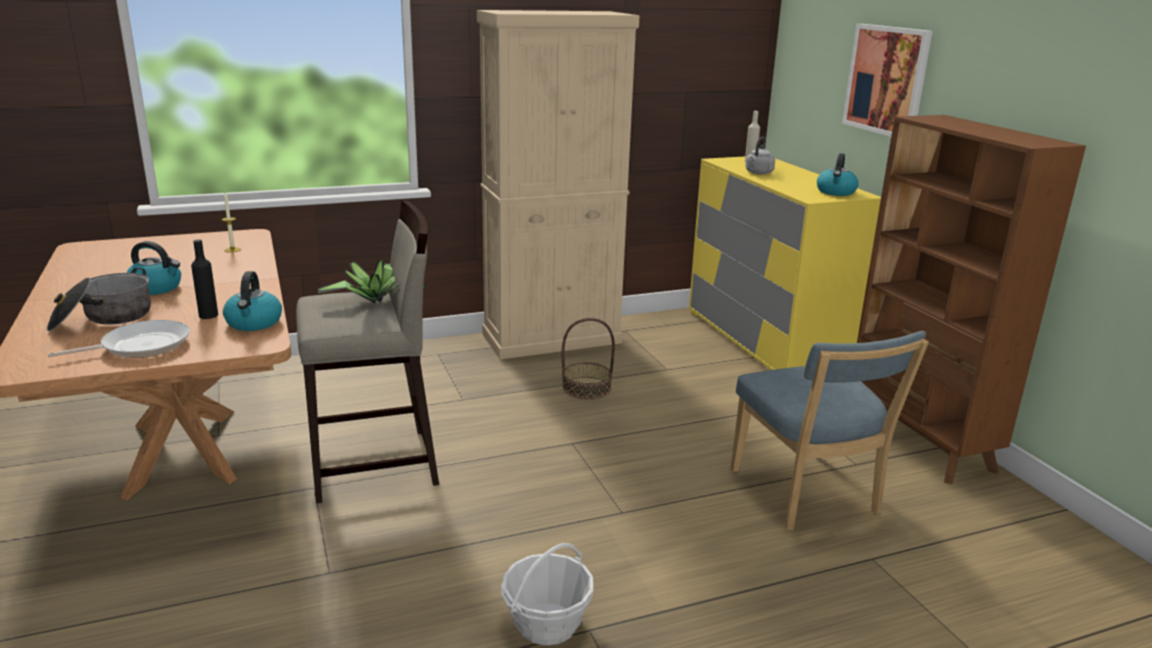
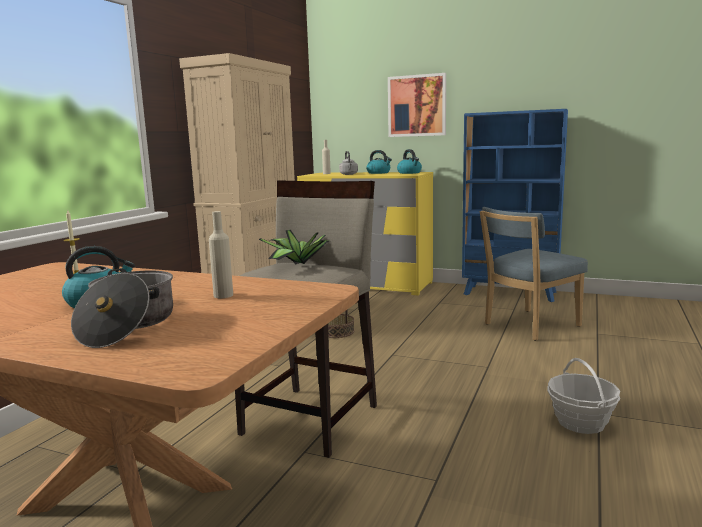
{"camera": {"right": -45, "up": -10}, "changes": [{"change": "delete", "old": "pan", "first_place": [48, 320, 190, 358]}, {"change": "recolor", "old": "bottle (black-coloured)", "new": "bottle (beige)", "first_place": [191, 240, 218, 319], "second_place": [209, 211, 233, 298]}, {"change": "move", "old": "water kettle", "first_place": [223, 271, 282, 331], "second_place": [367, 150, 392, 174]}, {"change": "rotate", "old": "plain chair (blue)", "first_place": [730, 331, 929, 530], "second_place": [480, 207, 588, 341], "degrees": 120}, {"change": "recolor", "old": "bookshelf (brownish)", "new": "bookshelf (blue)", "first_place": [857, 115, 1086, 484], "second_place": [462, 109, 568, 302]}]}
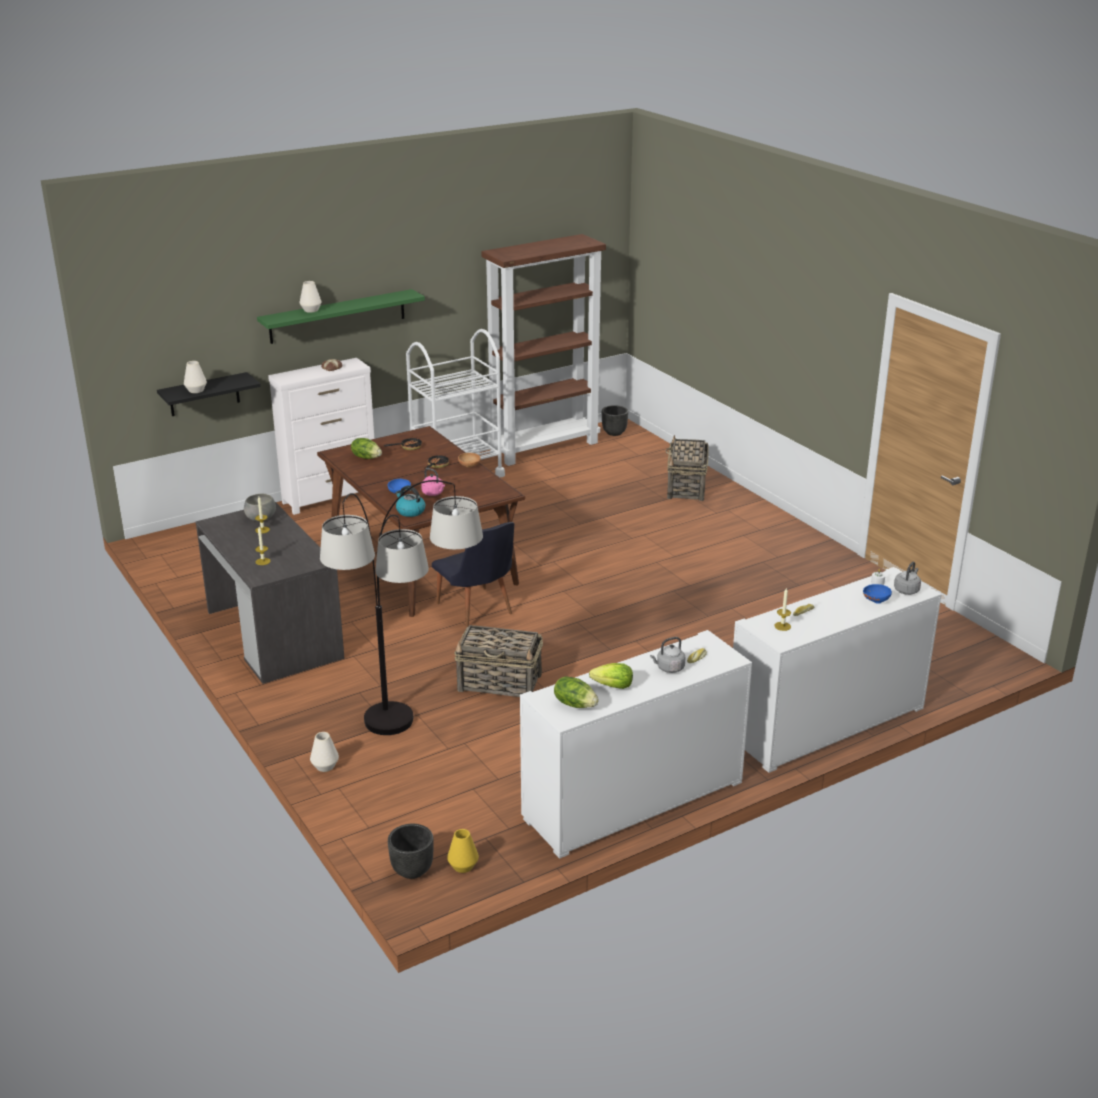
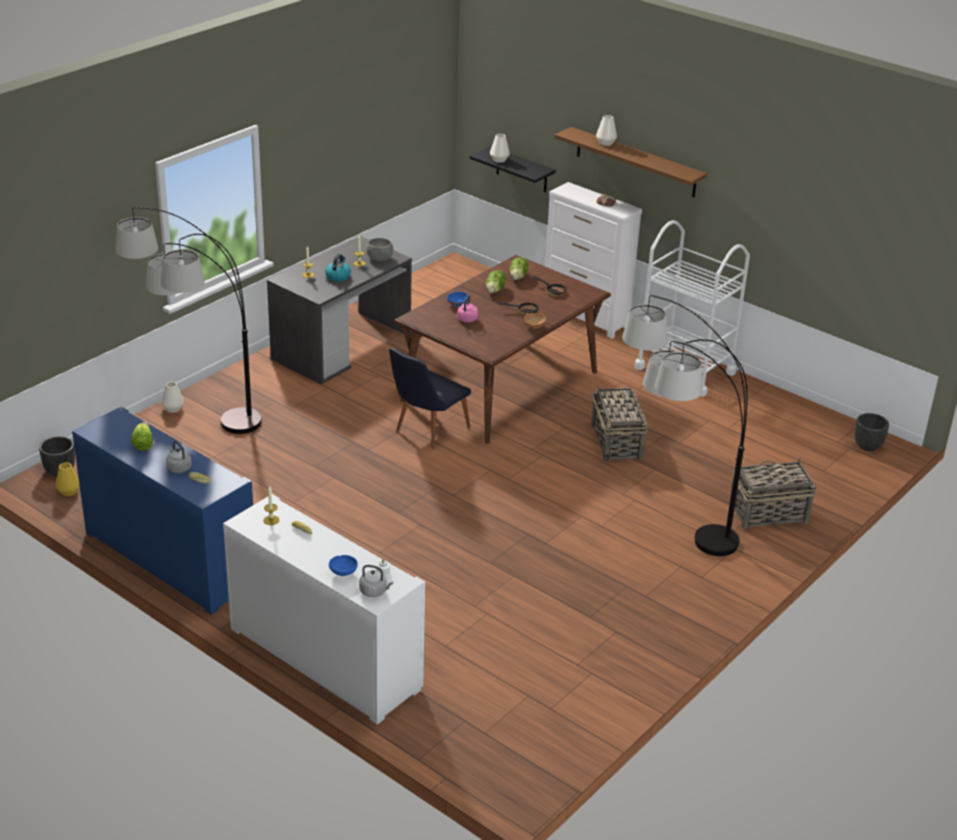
{"camera": {"right": 70, "up": 5}, "changes": [{"change": "recolor", "old": "bracket shelf (green)", "new": "bracket shelf (brownish)", "first_place": [257, 289, 425, 344], "second_place": [555, 127, 707, 197]}, {"change": "move", "old": "water kettle", "first_place": [395, 486, 425, 517], "second_place": [325, 254, 351, 282]}, {"change": "move", "old": "household basket", "first_place": [454, 625, 543, 697], "second_place": [591, 386, 648, 462]}, {"change": "delete", "old": "bookshelf (brownish)", "first_place": [481, 234, 606, 466]}, {"change": "recolor", "old": "cabinet (white)", "new": "cabinet (blue)", "first_place": [520, 630, 752, 859], "second_place": [72, 407, 253, 615]}, {"change": "move", "old": "head of lettuce", "first_place": [554, 676, 599, 708], "second_place": [486, 270, 506, 293]}, {"change": "insert", "new": "standing lamp", "second_place": [622, 295, 747, 556]}]}
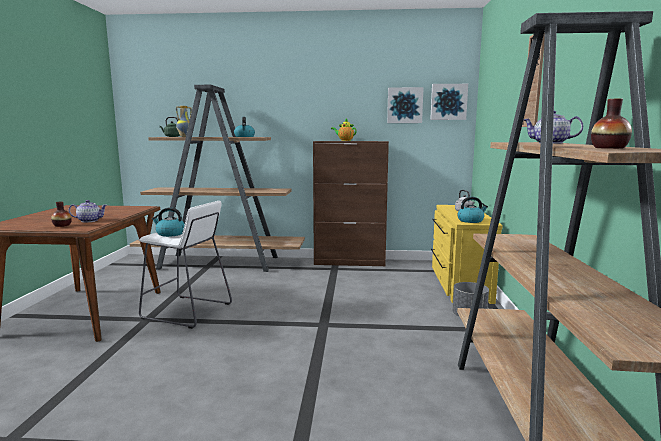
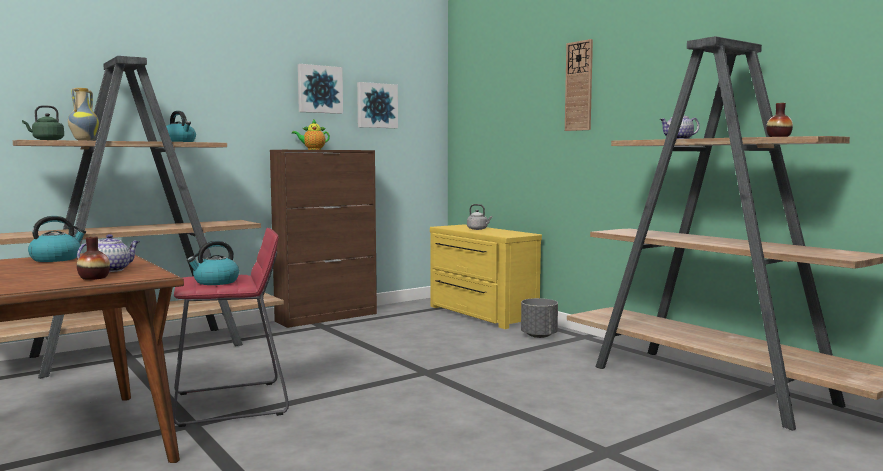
{"camera": {"right": -40, "up": -5}, "changes": [{"change": "recolor", "old": "sitting stool (white)", "new": "sitting stool (red-coloured)", "first_place": [139, 201, 232, 329], "second_place": [173, 228, 289, 427]}, {"change": "move", "old": "picture", "first_place": [430, 84, 468, 120], "second_place": [298, 64, 343, 114]}, {"change": "move", "old": "water kettle", "first_place": [457, 197, 488, 223], "second_place": [28, 216, 86, 262]}]}
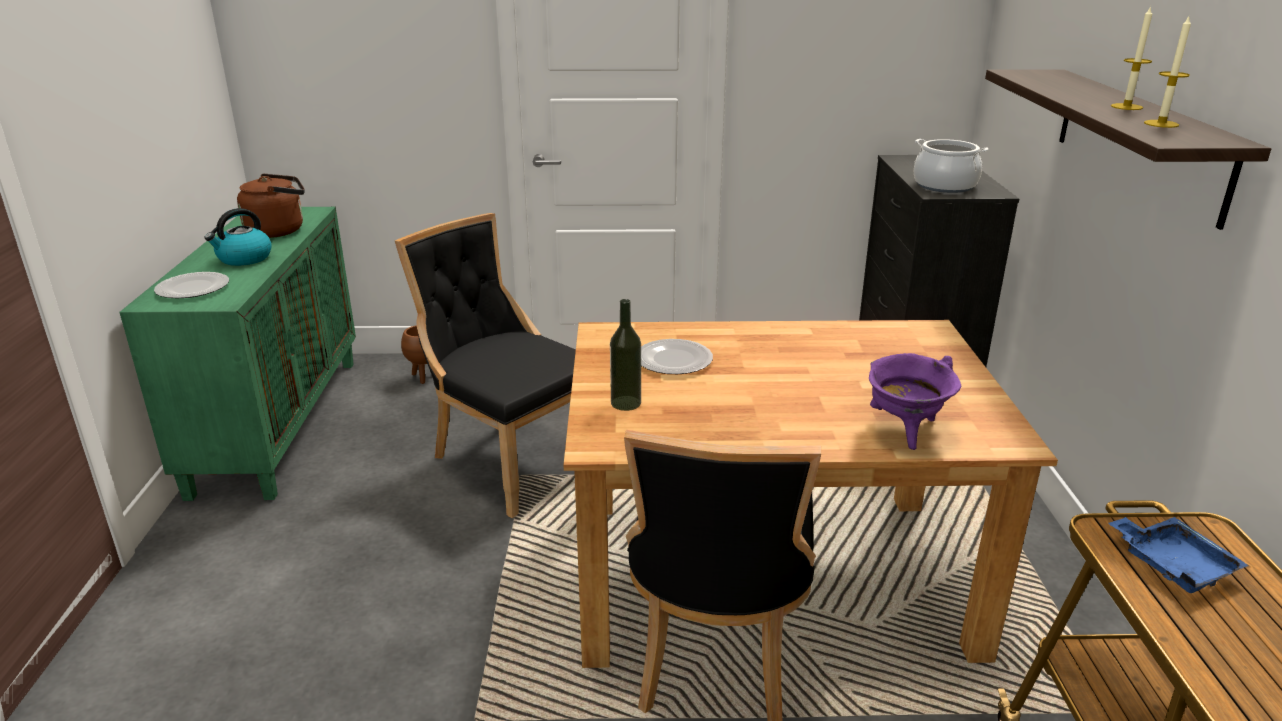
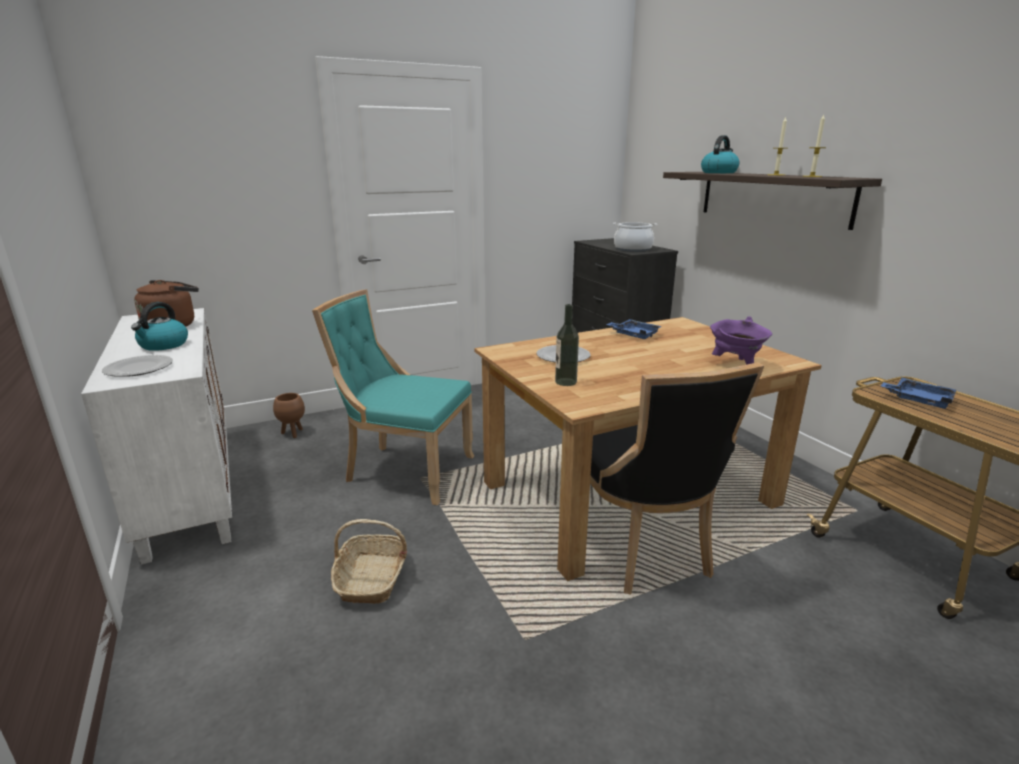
{"camera": {"right": -25, "up": -5}, "changes": [{"change": "recolor", "old": "cabinet (green)", "new": "cabinet (white)", "first_place": [119, 207, 356, 501], "second_place": [81, 308, 232, 565]}, {"change": "recolor", "old": "plain chair (black-coloured)", "new": "plain chair (turquoise)", "first_place": [395, 213, 576, 518], "second_place": [312, 289, 474, 505]}, {"change": "insert", "new": "household basket", "second_place": [331, 519, 407, 604]}, {"change": "insert", "new": "serving tray (blue)", "second_place": [606, 319, 662, 339]}, {"change": "insert", "new": "water kettle", "second_place": [701, 135, 740, 173]}]}
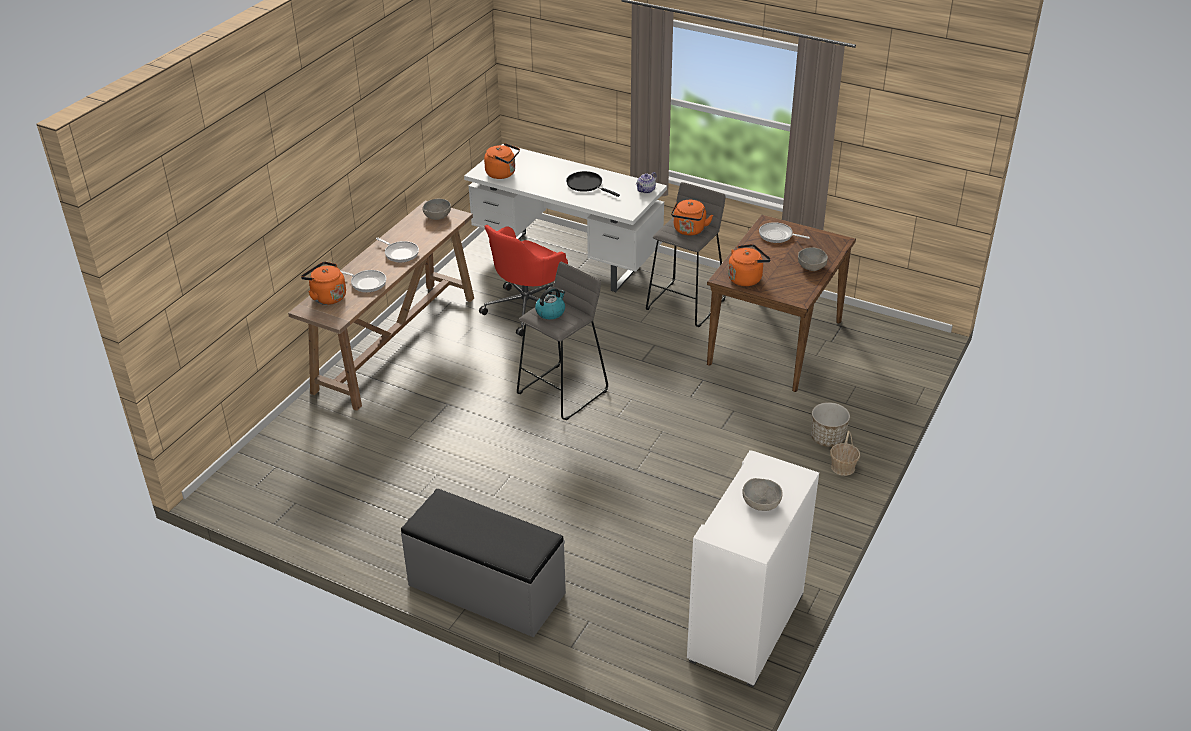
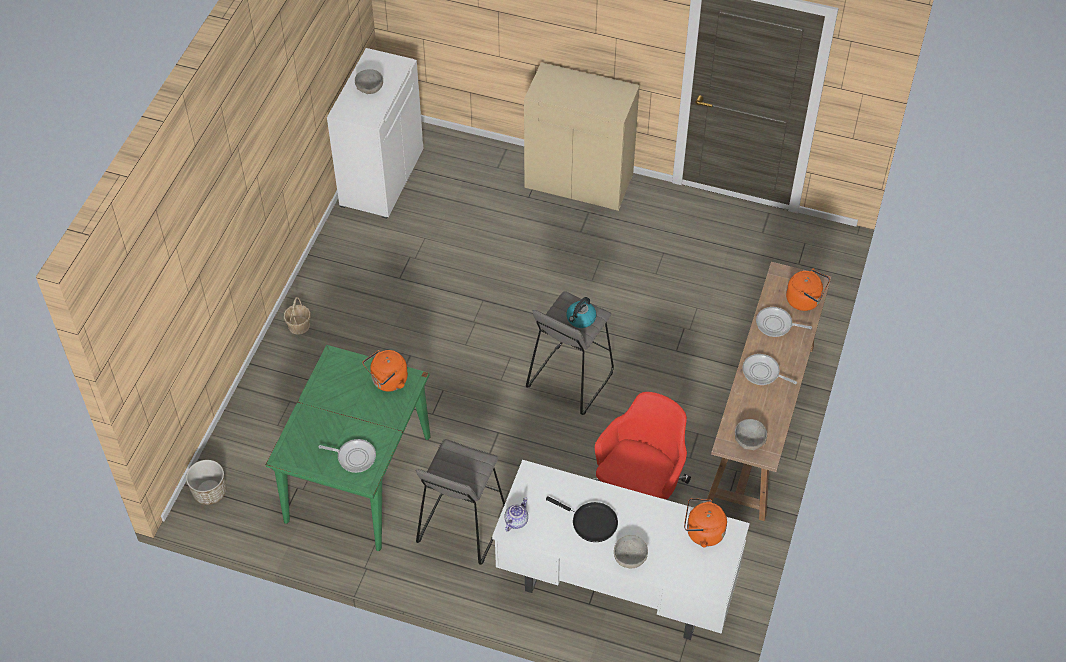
{"camera": {"right": 170, "up": 15}, "changes": [{"change": "replace", "old": "bench (grey)", "new": "cabinet (beige)", "first_place": [401, 489, 566, 637], "second_place": [524, 63, 640, 211]}, {"change": "delete", "old": "water kettle (orange)", "first_place": [671, 200, 713, 235]}, {"change": "recolor", "old": "dining table (brownish)", "new": "dining table (green)", "first_place": [707, 215, 856, 392], "second_place": [266, 345, 430, 551]}, {"change": "move", "old": "deep dish (grey)", "first_place": [798, 247, 828, 271], "second_place": [614, 535, 648, 568]}, {"change": "move", "old": "plant pot", "first_place": [811, 402, 850, 447], "second_place": [186, 460, 226, 505]}]}
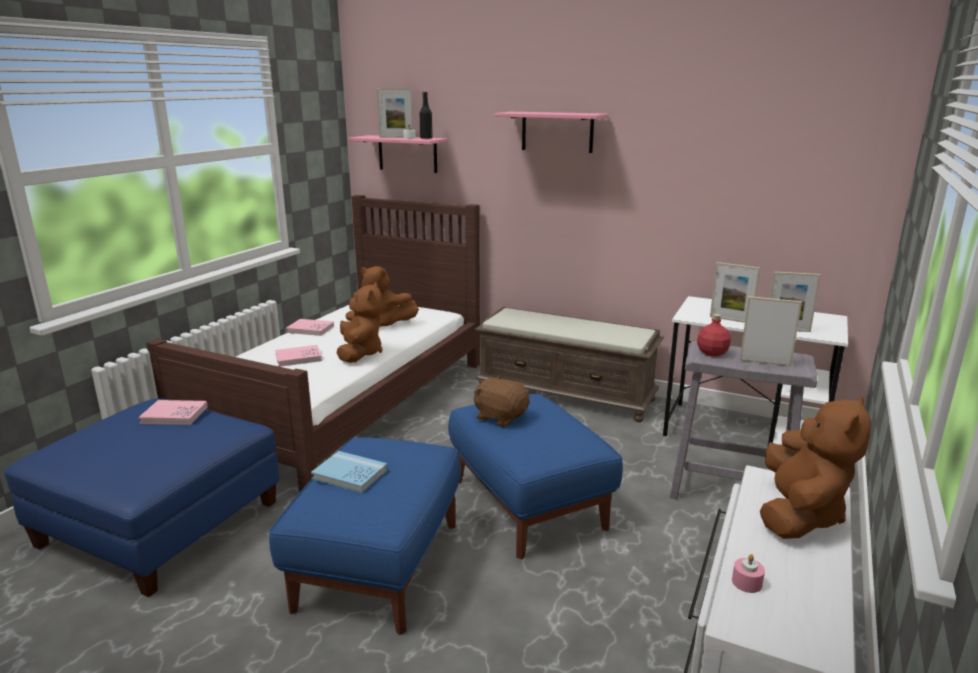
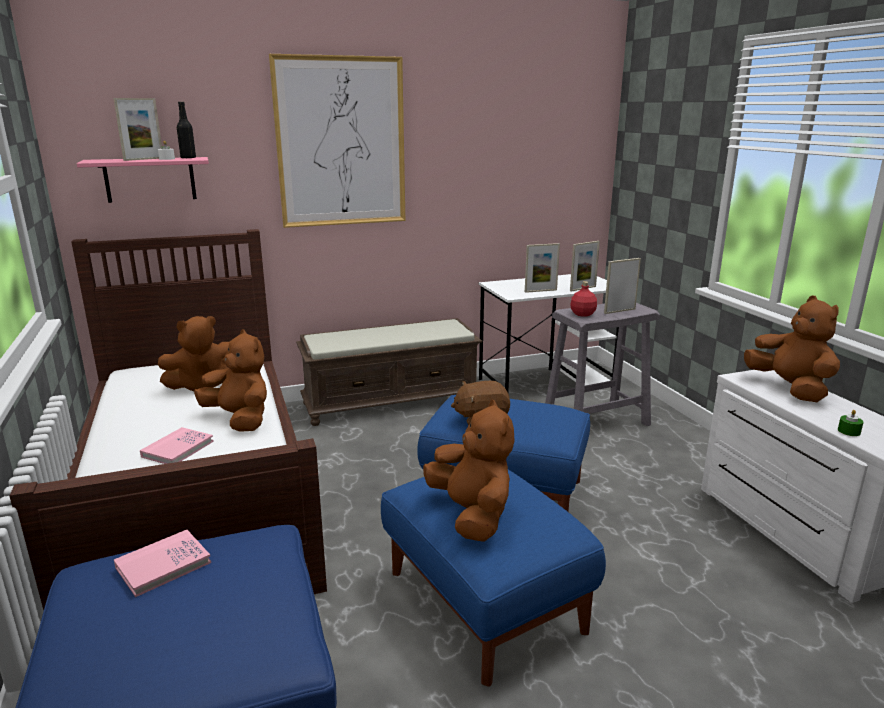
{"camera": {"right": -45, "up": 0}, "changes": [{"change": "delete", "old": "volume (pink-coloured)", "first_place": [286, 319, 334, 336]}, {"change": "replace", "old": "volume (blue)", "new": "soft toy (brownish)", "first_place": [311, 451, 388, 493], "second_place": [423, 400, 515, 542]}, {"change": "replace", "old": "bracket shelf (pink-coloured)", "new": "picture", "first_place": [494, 112, 608, 153], "second_place": [269, 54, 405, 228]}, {"change": "recolor", "old": "candle (pink-coloured)", "new": "candle (green)", "first_place": [732, 554, 765, 593], "second_place": [838, 410, 864, 436]}]}
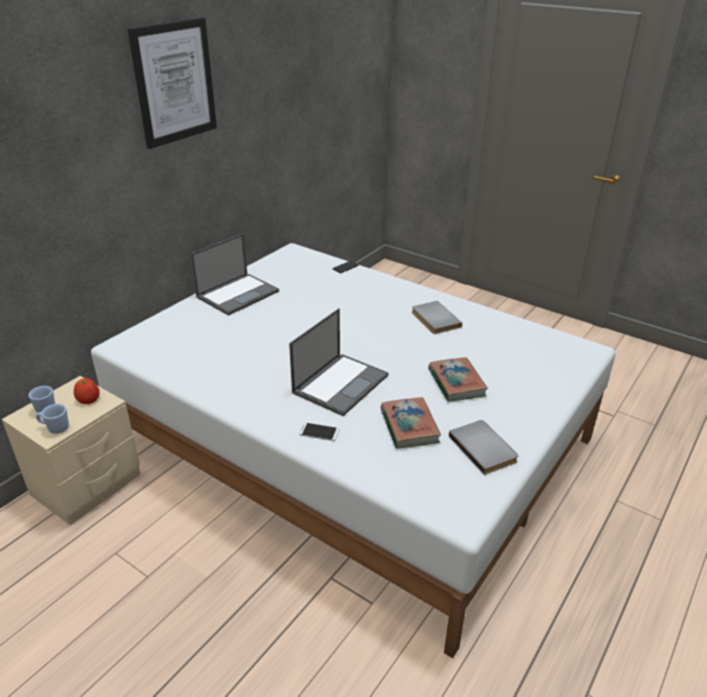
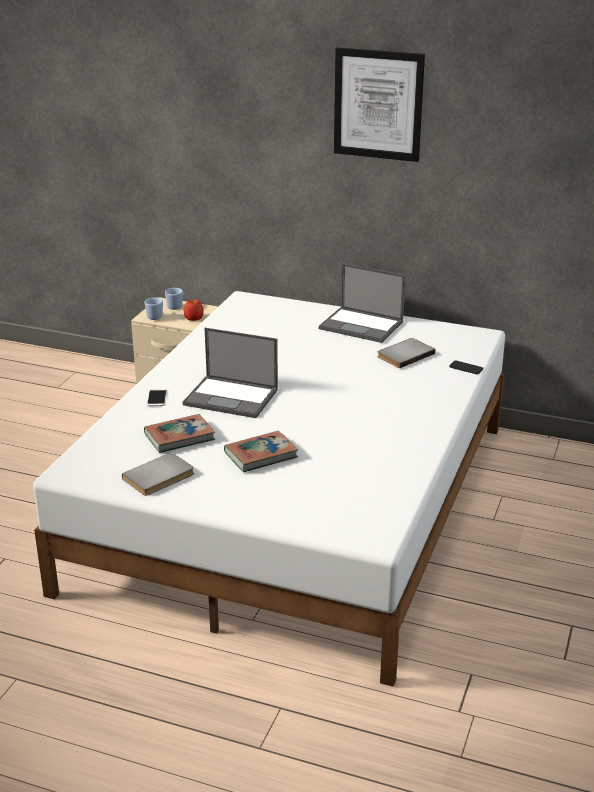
{"camera": {"right": 75, "up": -5}, "changes": [{"change": "move", "old": "volume (grey)", "first_place": [412, 301, 462, 334], "second_place": [377, 338, 435, 368]}]}
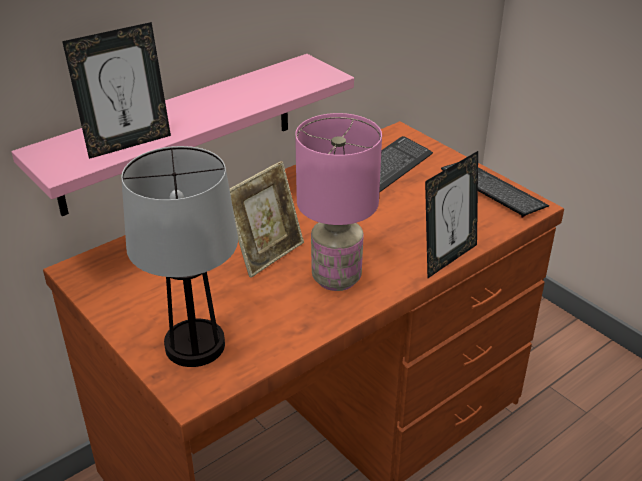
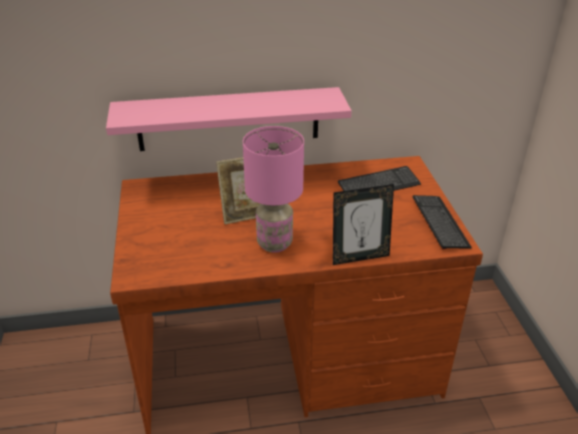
{"camera": {"right": 30, "up": 0}, "changes": [{"change": "delete", "old": "picture frame", "first_place": [62, 22, 171, 159]}, {"change": "delete", "old": "lamp for a table", "first_place": [121, 146, 238, 367]}]}
